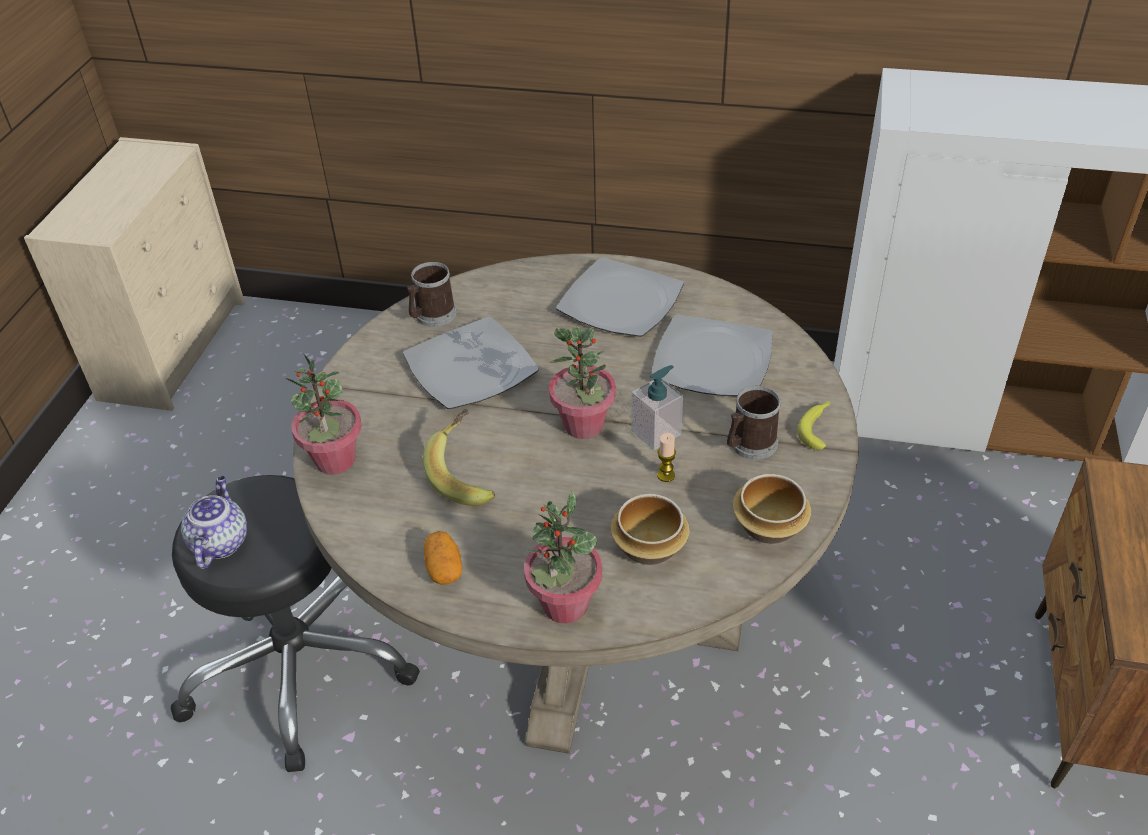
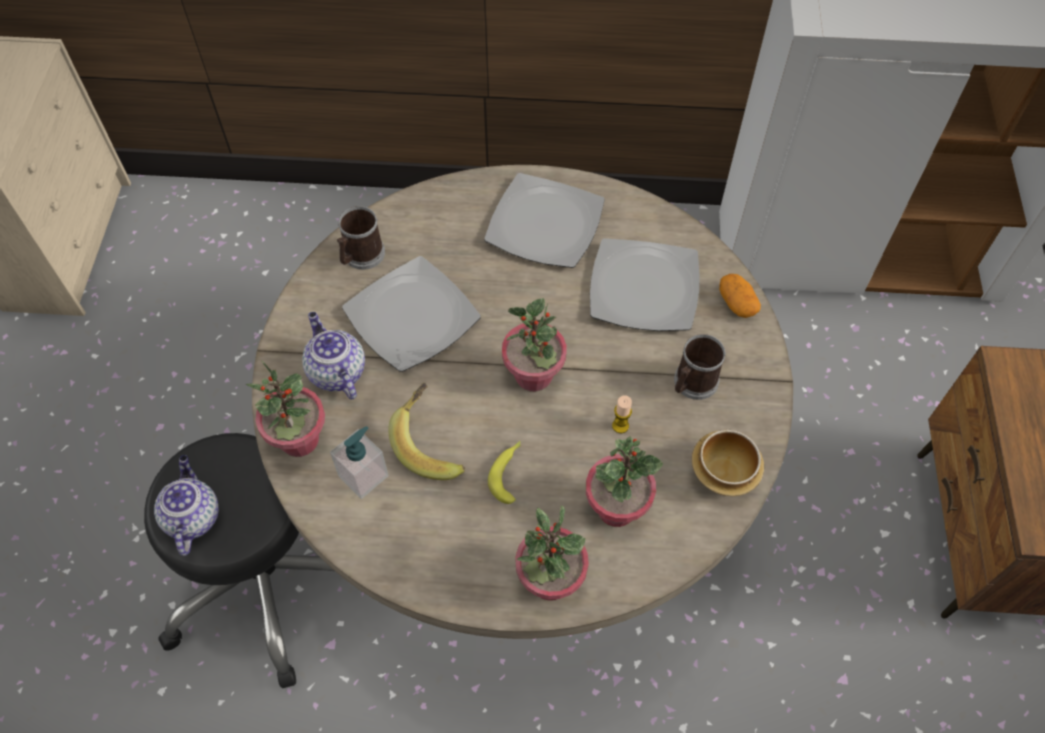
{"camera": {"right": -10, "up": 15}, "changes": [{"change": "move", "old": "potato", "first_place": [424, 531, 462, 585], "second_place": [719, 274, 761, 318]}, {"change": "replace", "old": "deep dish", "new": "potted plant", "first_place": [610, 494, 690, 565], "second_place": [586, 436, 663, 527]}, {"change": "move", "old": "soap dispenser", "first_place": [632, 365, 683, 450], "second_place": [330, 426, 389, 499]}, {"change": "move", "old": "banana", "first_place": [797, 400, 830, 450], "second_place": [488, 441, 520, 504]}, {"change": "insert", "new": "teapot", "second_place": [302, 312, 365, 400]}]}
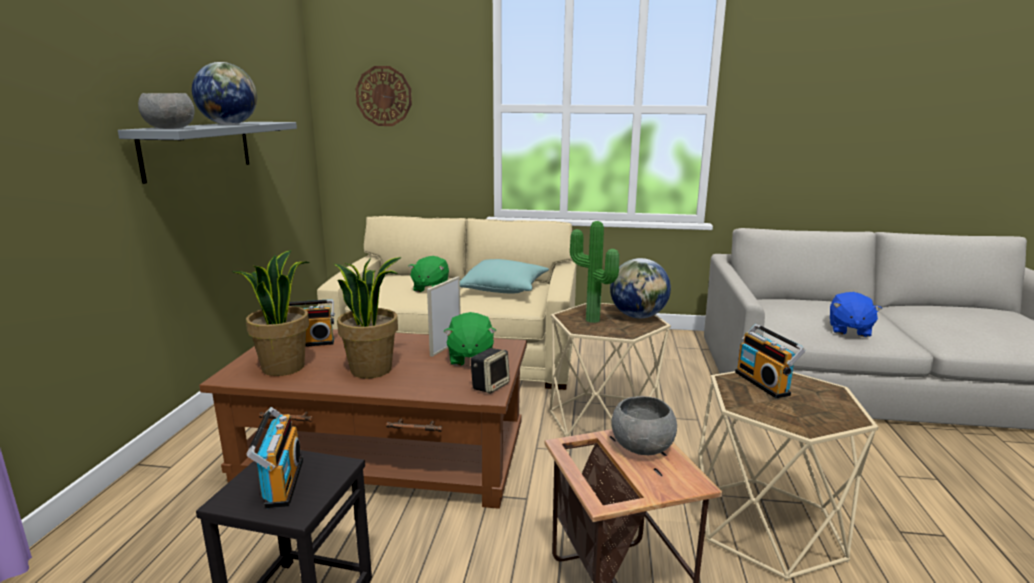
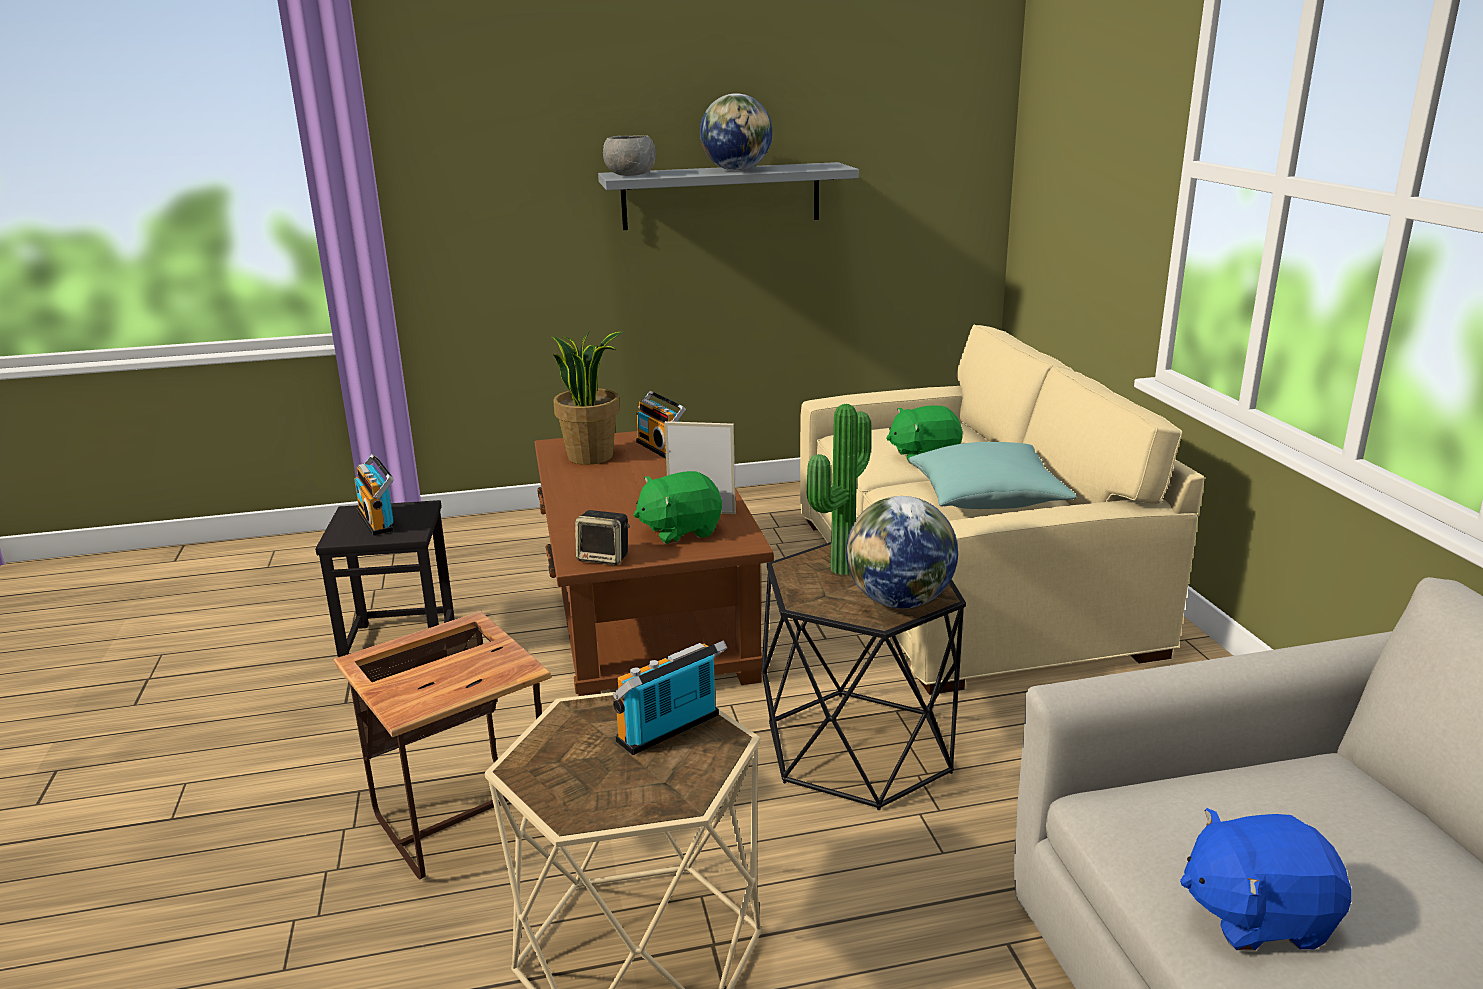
{"camera": {"right": 70, "up": 5}, "changes": [{"change": "rotate", "old": "radio receiver", "first_place": [246, 407, 303, 508], "second_place": [354, 454, 394, 536], "degrees": 90}, {"change": "delete", "old": "potted plant", "first_place": [334, 257, 402, 378]}, {"change": "delete", "old": "wall clock", "first_place": [356, 66, 412, 126]}, {"change": "recolor", "old": "end table (beige)", "new": "end table (black-coloured)", "first_place": [549, 303, 671, 437], "second_place": [762, 542, 966, 810]}, {"change": "delete", "old": "deep dish (grey)", "first_place": [611, 396, 677, 455]}]}
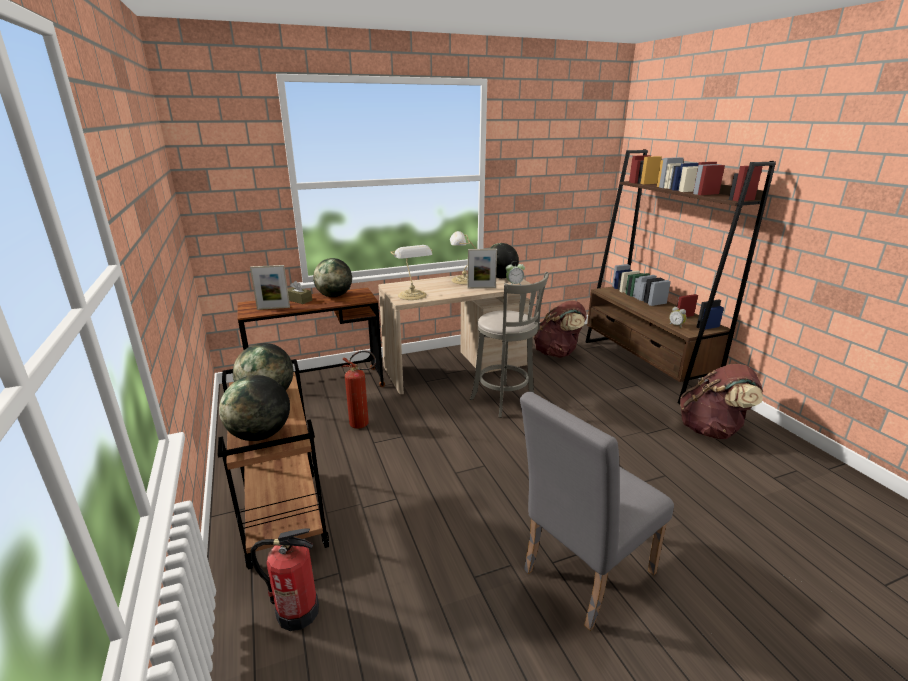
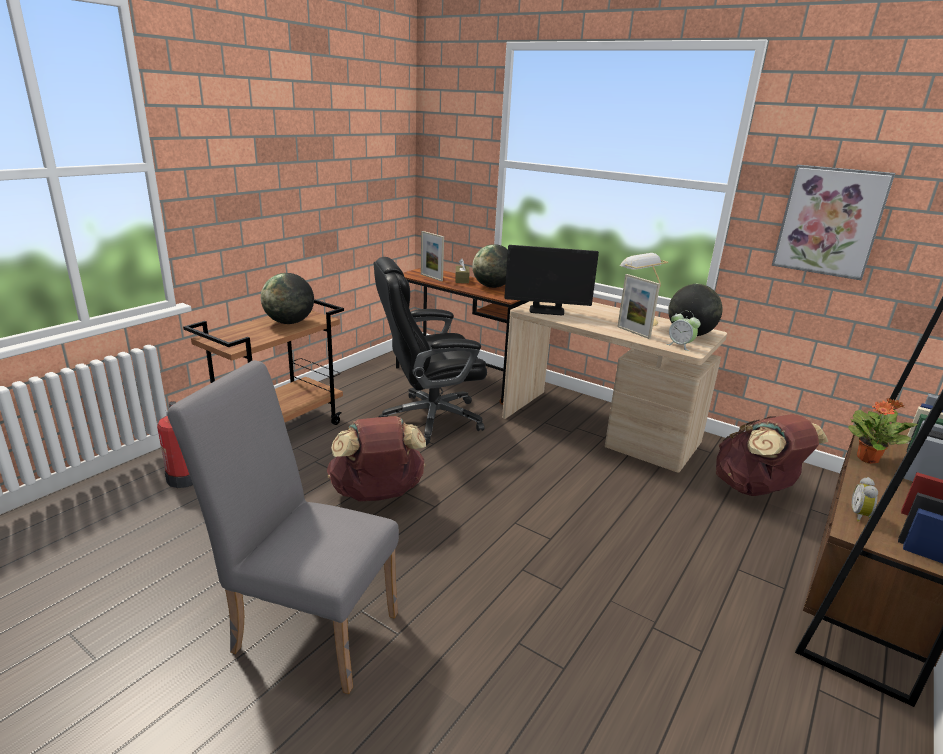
{"camera": {"right": 55, "up": 0}, "changes": [{"change": "delete", "old": "globe", "first_place": [219, 375, 290, 441]}, {"change": "replace", "old": "fire-fighting cylinder", "new": "office chair (black-coloured)", "first_place": [342, 350, 376, 429], "second_place": [374, 257, 487, 445]}, {"change": "replace", "old": "lamp for a table", "new": "monitor", "first_place": [390, 245, 432, 300], "second_place": [504, 245, 599, 315]}, {"change": "delete", "old": "sitting stool (grey)", "first_place": [470, 272, 549, 418]}, {"change": "move", "old": "knapsack (brownish)", "first_place": [680, 364, 763, 439], "second_place": [327, 416, 426, 501]}, {"change": "insert", "new": "picture", "second_place": [772, 165, 895, 280]}, {"change": "insert", "new": "potted plant", "second_place": [848, 398, 918, 464]}]}
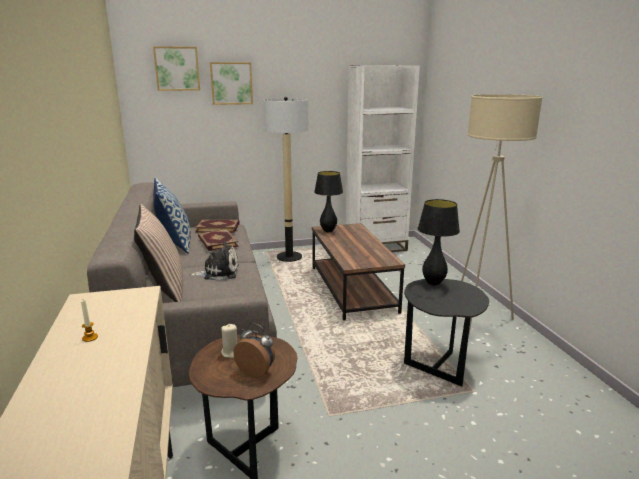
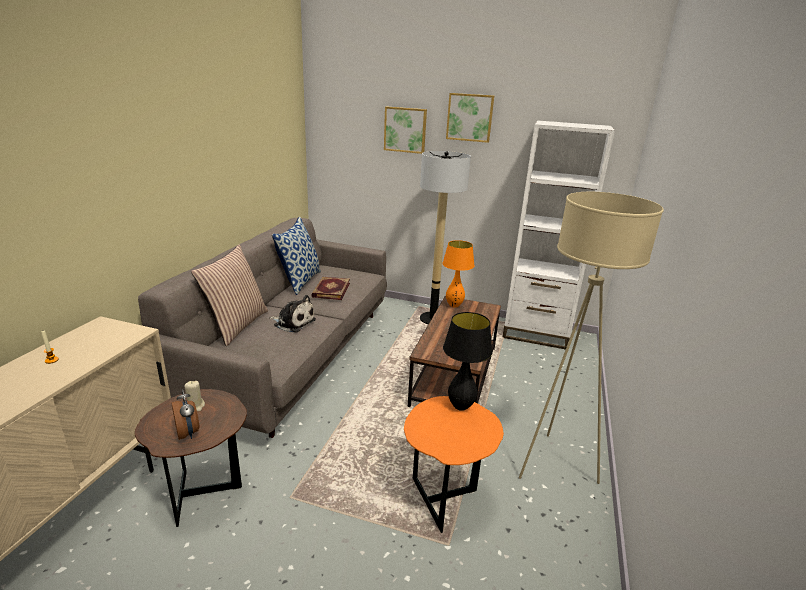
{"camera": {"right": 30, "up": 5}, "changes": [{"change": "move", "old": "picture", "first_place": [153, 46, 200, 91], "second_place": [446, 93, 494, 143]}, {"change": "delete", "old": "volume", "first_place": [195, 220, 240, 233]}, {"change": "recolor", "old": "lamp for a table (black-coloured)", "new": "lamp for a table (orange)", "first_place": [314, 171, 343, 232], "second_place": [442, 240, 474, 308]}, {"change": "recolor", "old": "end table (black-coloured)", "new": "end table (orange)", "first_place": [404, 279, 489, 386], "second_place": [404, 396, 504, 533]}]}
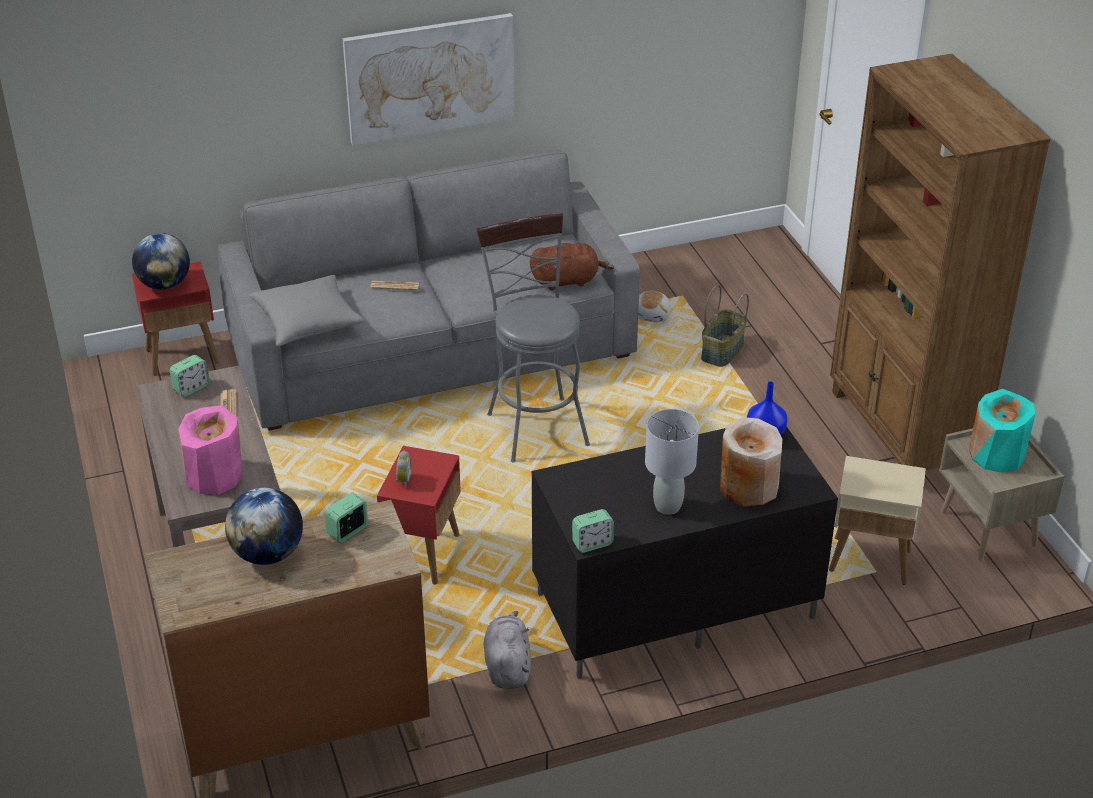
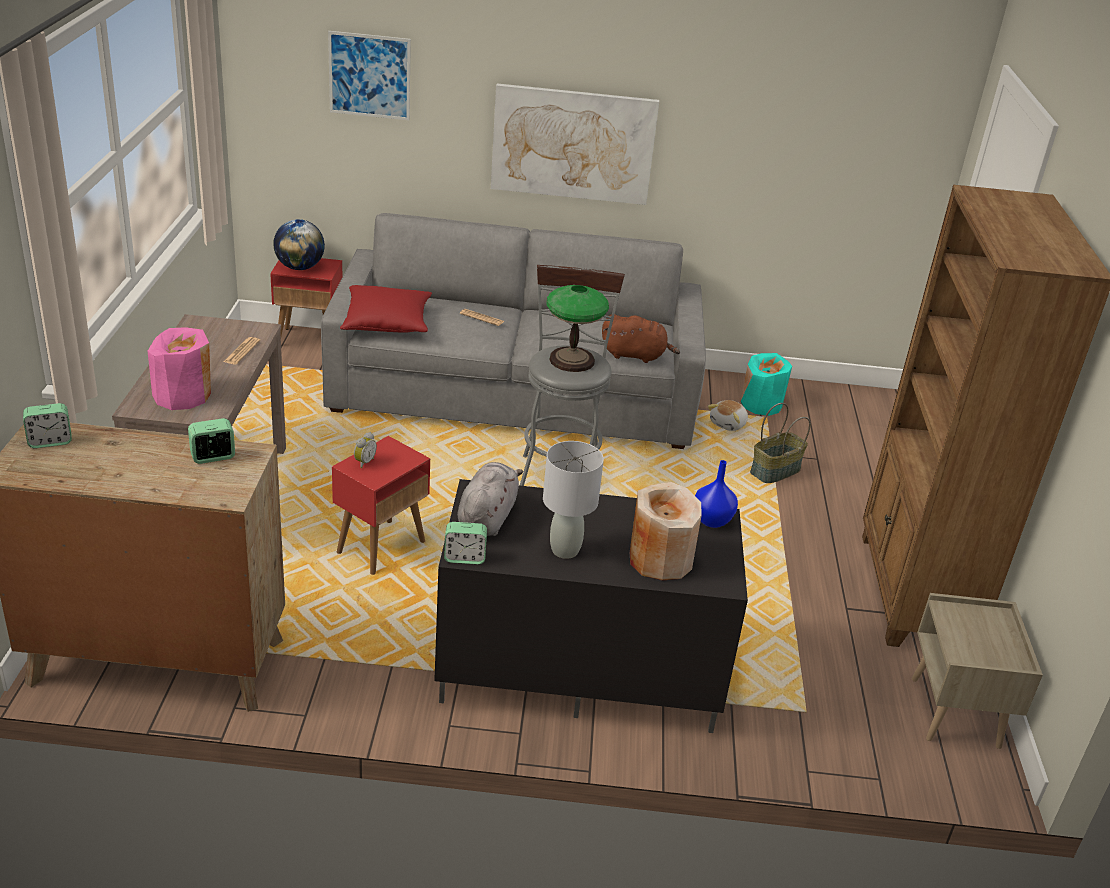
{"camera": {"right": 20, "up": -5}, "changes": [{"change": "move", "old": "bedside clock", "first_place": [170, 355, 210, 397], "second_place": [23, 403, 72, 448]}, {"change": "delete", "old": "globe", "first_place": [225, 488, 303, 565]}, {"change": "recolor", "old": "cushion (grey)", "new": "cushion (red-coloured)", "first_place": [249, 275, 365, 347], "second_place": [340, 285, 432, 333]}, {"change": "move", "old": "soft toy (grey)", "first_place": [484, 611, 531, 689], "second_place": [457, 462, 523, 536]}, {"change": "delete", "old": "end table (beige)", "first_place": [829, 456, 926, 585]}, {"change": "move", "old": "vase (turquoise)", "first_place": [969, 389, 1035, 473], "second_place": [740, 353, 792, 416]}, {"change": "insert", "new": "picture", "second_place": [328, 31, 411, 120]}, {"change": "insert", "new": "lamp for a table", "second_place": [546, 285, 609, 372]}]}
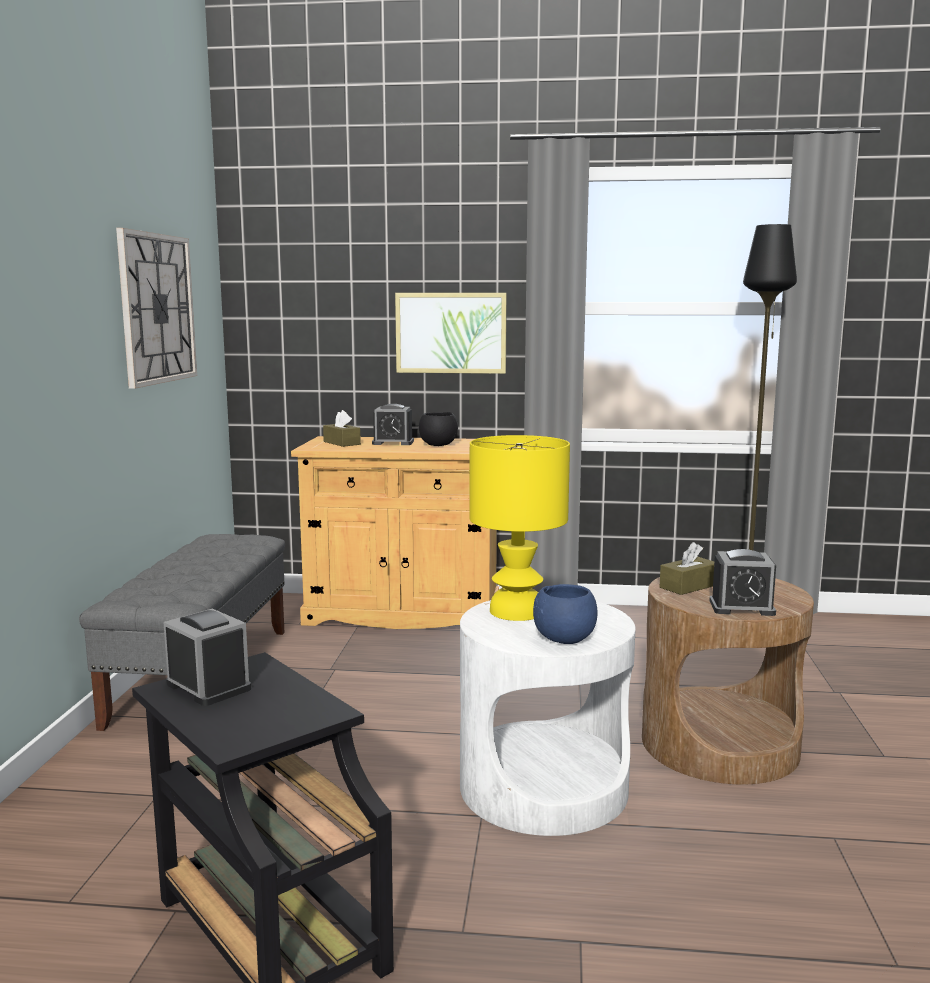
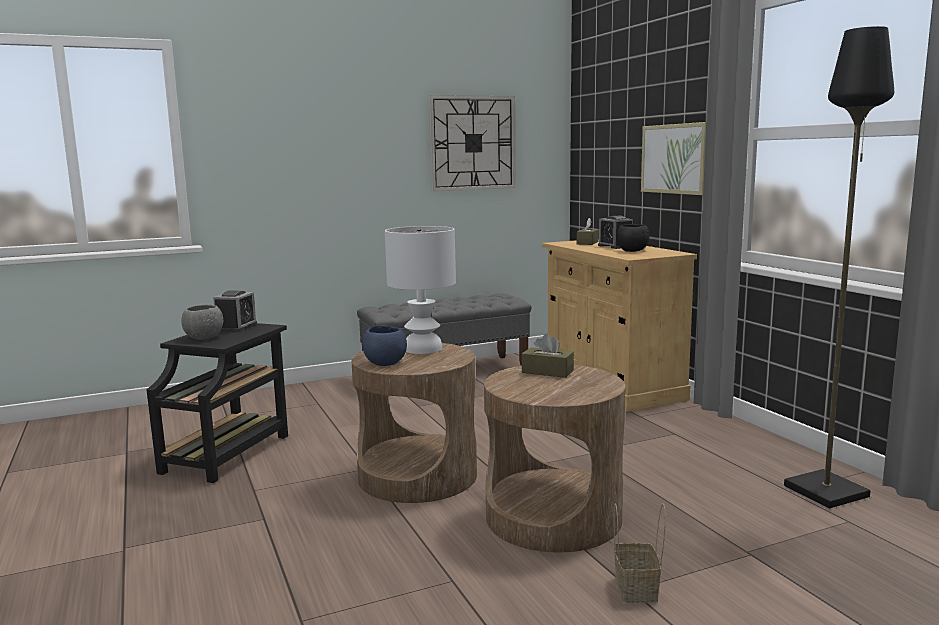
{"camera": {"right": 60, "up": 0}, "changes": [{"change": "recolor", "old": "end table (white)", "new": "end table (brownish)", "first_place": [460, 600, 636, 836], "second_place": [352, 343, 477, 503]}, {"change": "recolor", "old": "lamp for a table (yellow-coloured)", "new": "lamp for a table (white)", "first_place": [470, 435, 570, 621], "second_place": [385, 226, 456, 354]}, {"change": "delete", "old": "bedside clock", "first_place": [710, 549, 776, 616]}, {"change": "insert", "new": "deep dish (grey)", "second_place": [181, 304, 223, 340]}, {"change": "insert", "new": "household basket", "second_place": [614, 504, 666, 603]}]}
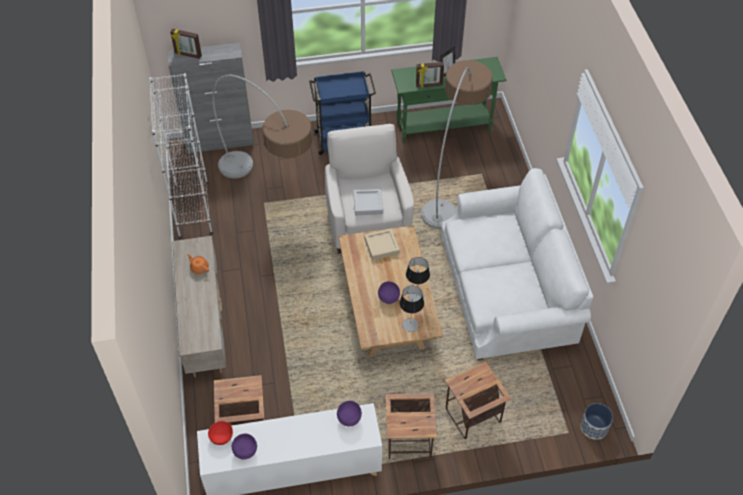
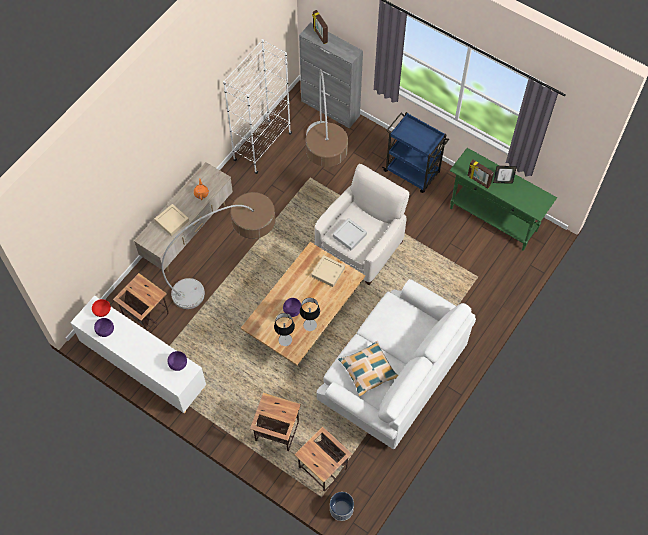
{"camera": {"right": 45, "up": 10}, "changes": [{"change": "move", "old": "end table", "first_place": [386, 393, 437, 459], "second_place": [294, 427, 352, 492]}, {"change": "move", "old": "standing lamp", "first_place": [421, 60, 493, 229], "second_place": [161, 192, 275, 309]}, {"change": "insert", "new": "serving tray (beige)", "second_place": [155, 204, 189, 236]}, {"change": "insert", "new": "cushion", "second_place": [338, 341, 398, 396]}]}
